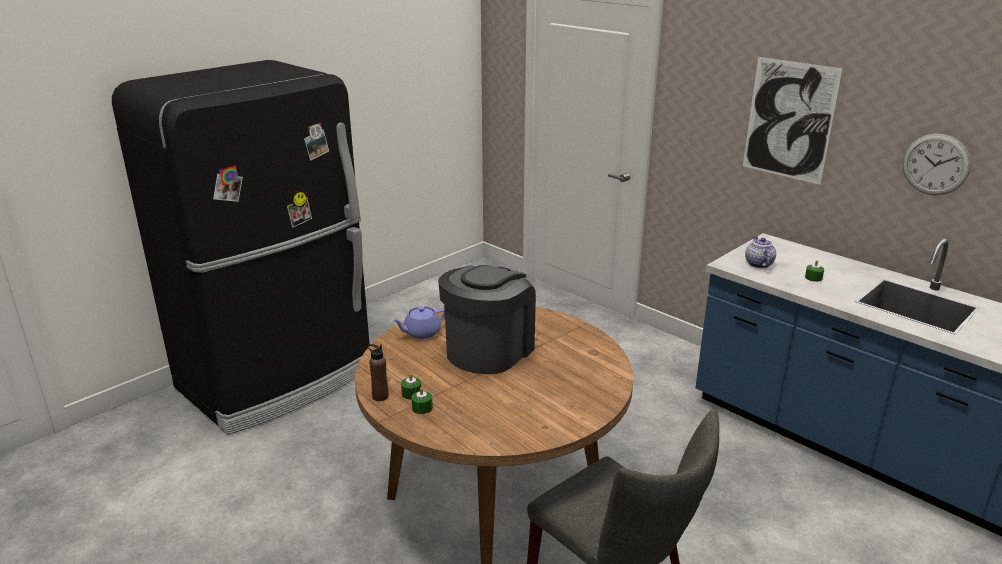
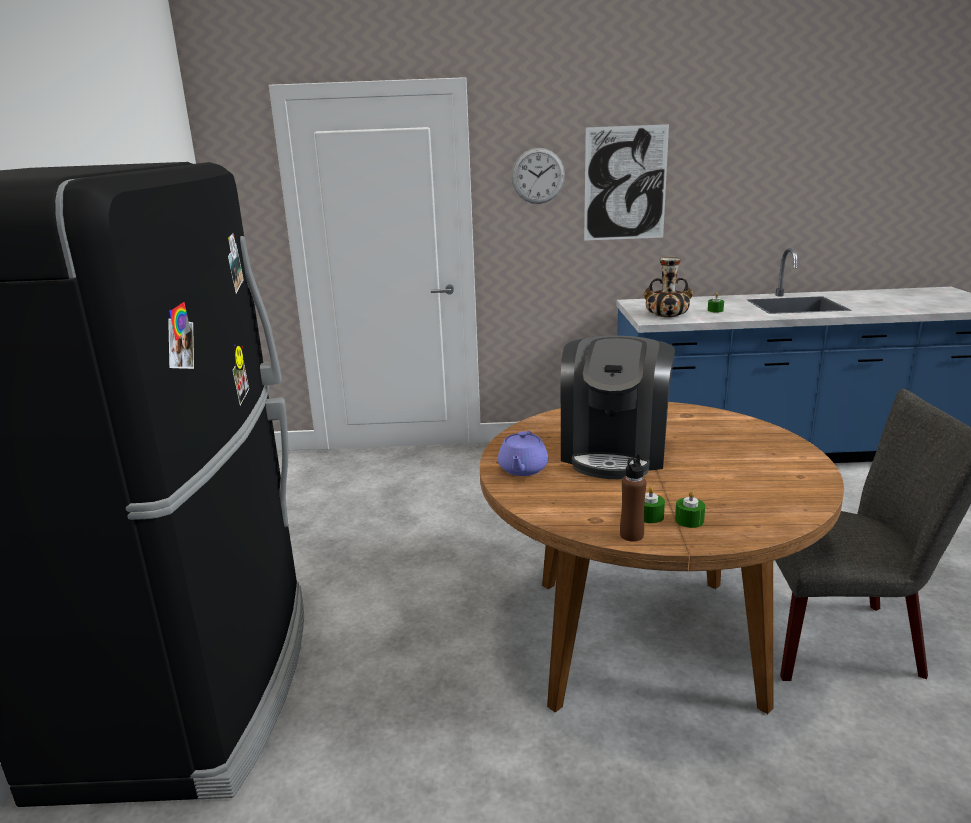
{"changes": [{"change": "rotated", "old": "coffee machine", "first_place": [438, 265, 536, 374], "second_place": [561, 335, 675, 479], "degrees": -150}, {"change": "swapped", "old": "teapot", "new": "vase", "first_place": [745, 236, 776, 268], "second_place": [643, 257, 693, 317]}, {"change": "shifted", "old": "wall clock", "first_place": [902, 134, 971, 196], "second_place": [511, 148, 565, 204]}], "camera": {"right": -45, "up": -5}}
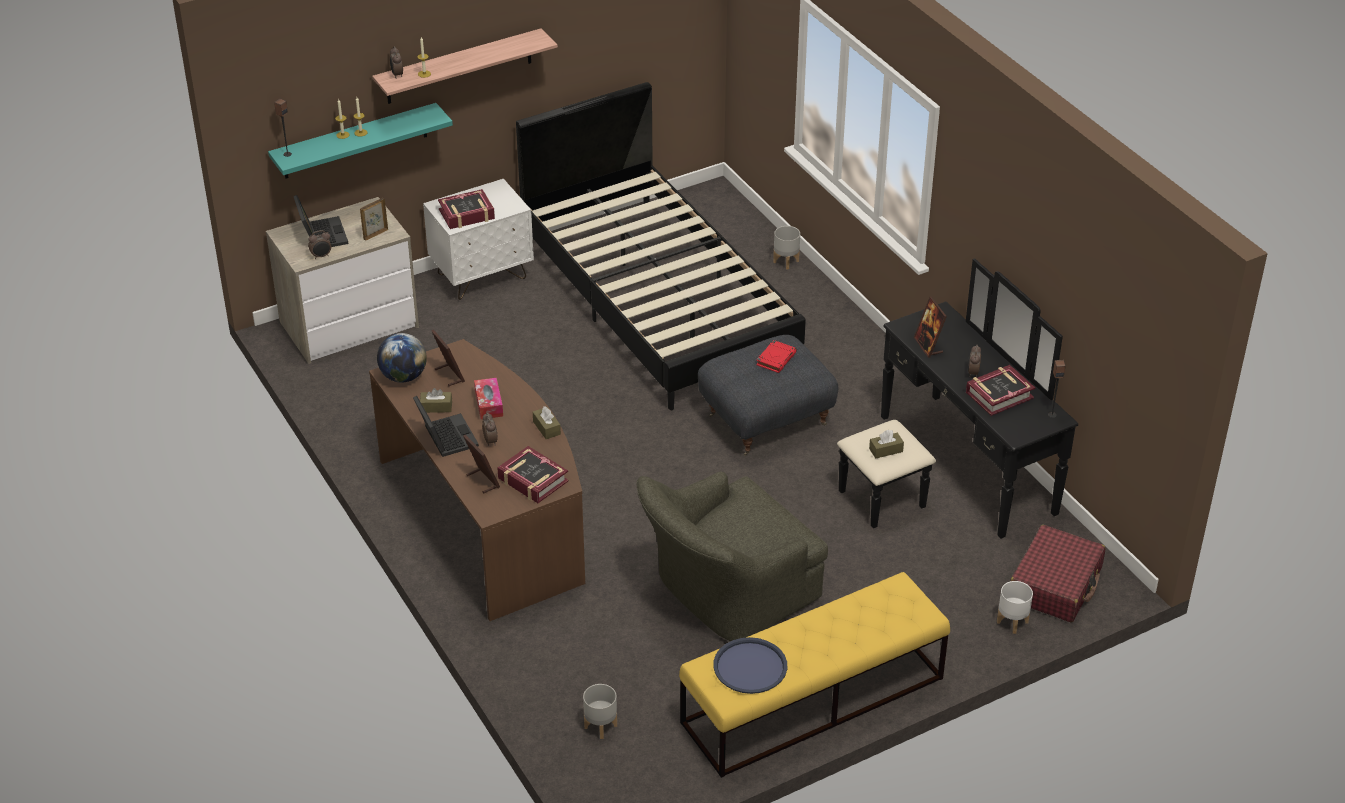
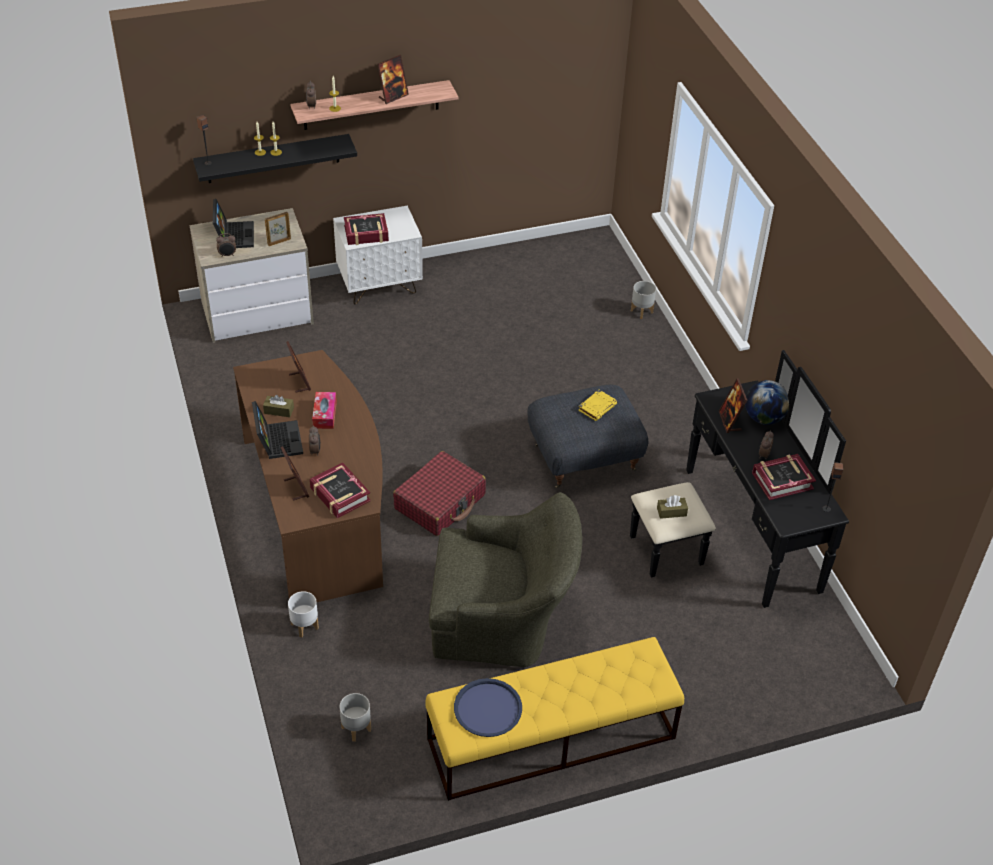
{"changes": [{"change": "repainted", "old": "shelf (turquoise)", "new": "shelf (black)", "first_place": [268, 103, 453, 178], "second_place": [193, 134, 357, 183]}, {"change": "shifted", "old": "globe", "first_place": [377, 333, 427, 383], "second_place": [745, 380, 789, 425]}, {"change": "gone", "old": "bed (black)", "first_place": [516, 82, 806, 410]}, {"change": "gone", "old": "tissue box (brown)", "first_place": [533, 406, 561, 439]}, {"change": "rotated", "old": "armchair (green)", "first_place": [637, 472, 828, 641], "second_place": [429, 492, 582, 667], "degrees": -150}, {"change": "repainted", "old": "book (red)", "new": "book (yellow)", "first_place": [756, 340, 797, 373], "second_place": [578, 390, 617, 421]}, {"change": "shifted", "old": "planter (white)", "first_place": [997, 581, 1033, 634], "second_place": [288, 591, 319, 637]}, {"change": "shifted", "old": "suitcase (red)", "first_place": [1010, 525, 1105, 622], "second_place": [393, 451, 486, 536]}, {"change": "new", "new": "picture frame", "second_place": [377, 55, 409, 104]}], "camera": {"right": 10, "up": 5}}
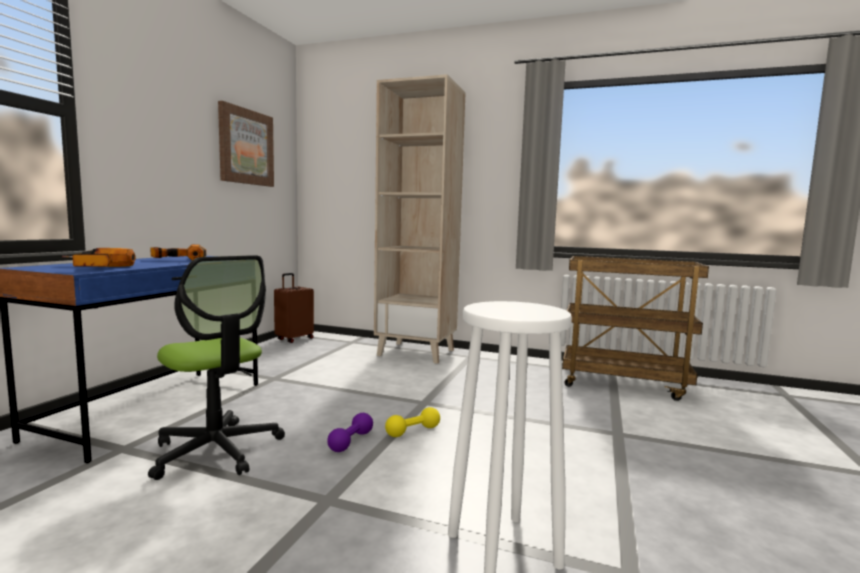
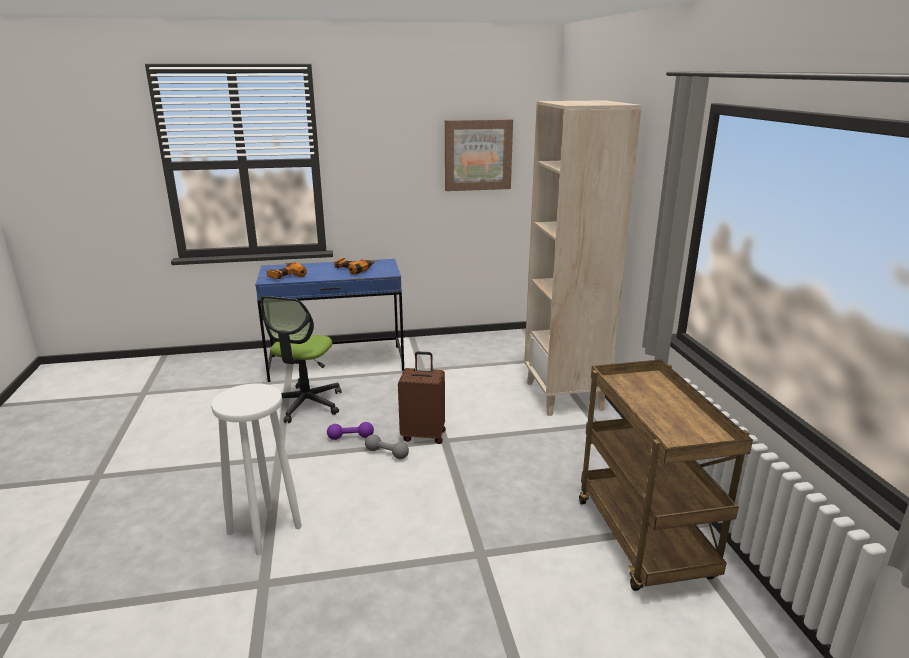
{"changes": [{"change": "shifted", "old": "suitcase (brown)", "first_place": [274, 273, 314, 343], "second_place": [398, 351, 446, 444]}, {"change": "repainted", "old": "dumbbell (yellow)", "new": "dumbbell (grey)", "first_place": [385, 407, 440, 437], "second_place": [365, 434, 409, 459]}], "camera": {"right": 60, "up": 15}}
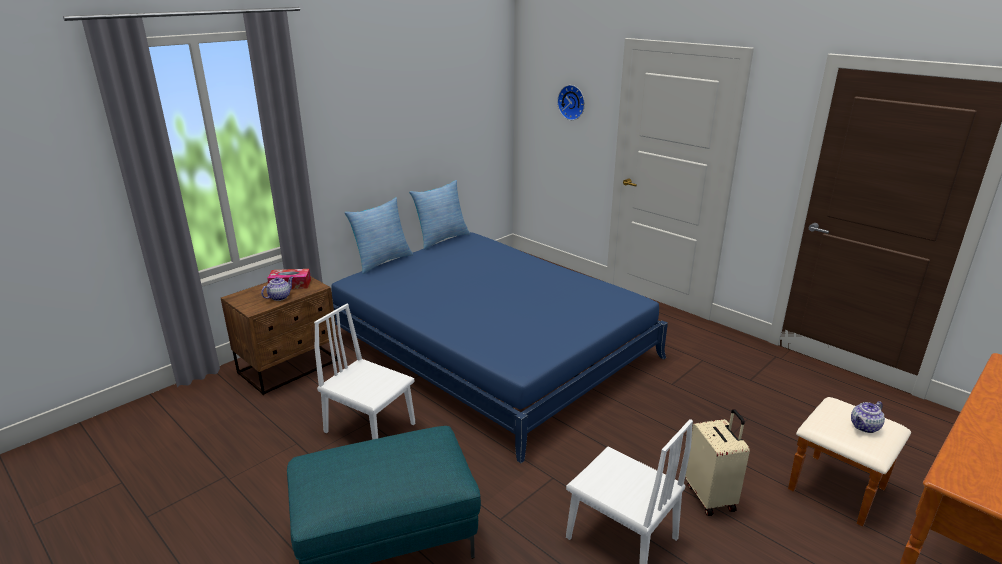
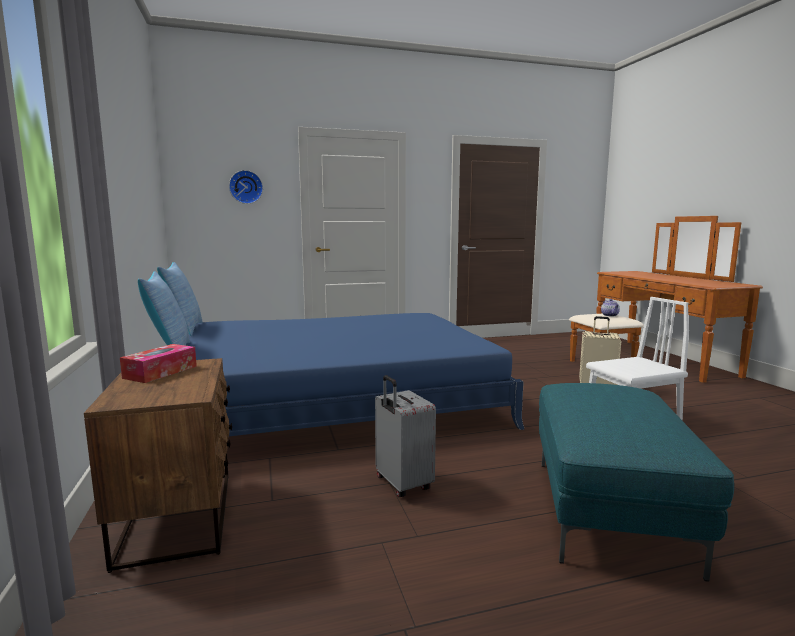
{"changes": [{"change": "gone", "old": "teapot", "first_place": [261, 277, 293, 301]}, {"change": "swapped", "old": "chair (white)", "new": "suitcase (grey)", "first_place": [314, 304, 415, 440], "second_place": [375, 375, 436, 497]}], "camera": {"right": -60, "up": -15}}
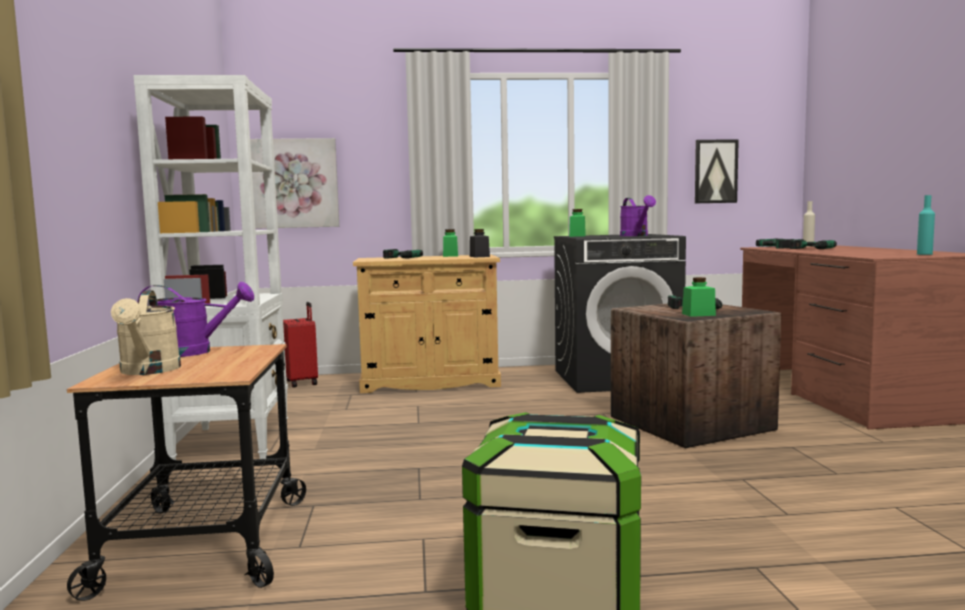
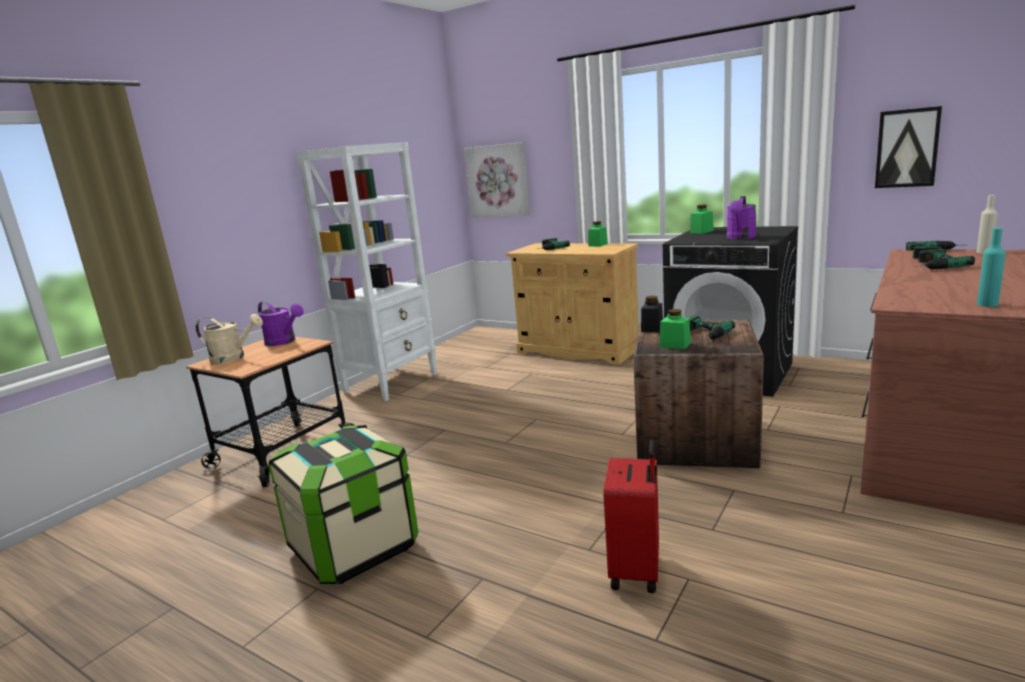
{"changes": [{"change": "rotated", "old": "watering can (beige)", "first_place": [111, 290, 181, 375], "second_place": [195, 314, 263, 363], "degrees": -105}, {"change": "shifted", "old": "suitcase (red)", "first_place": [283, 302, 318, 388], "second_place": [603, 439, 659, 593]}, {"change": "shifted", "old": "jar (black)", "first_place": [470, 229, 490, 257], "second_place": [641, 296, 663, 332]}], "camera": {"right": 40, "up": 10}}
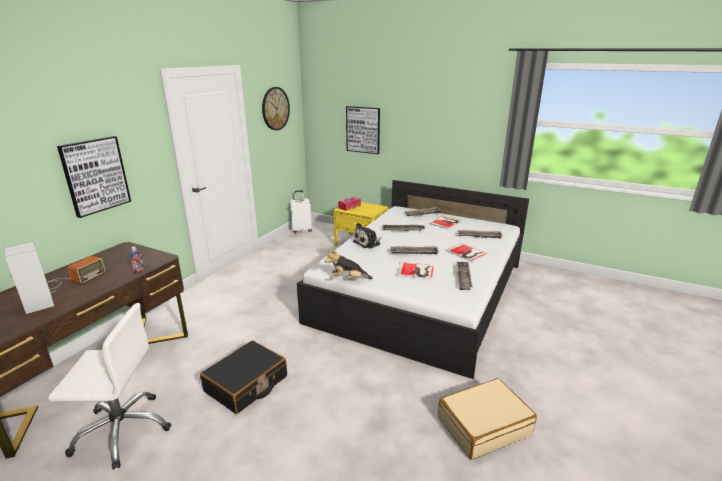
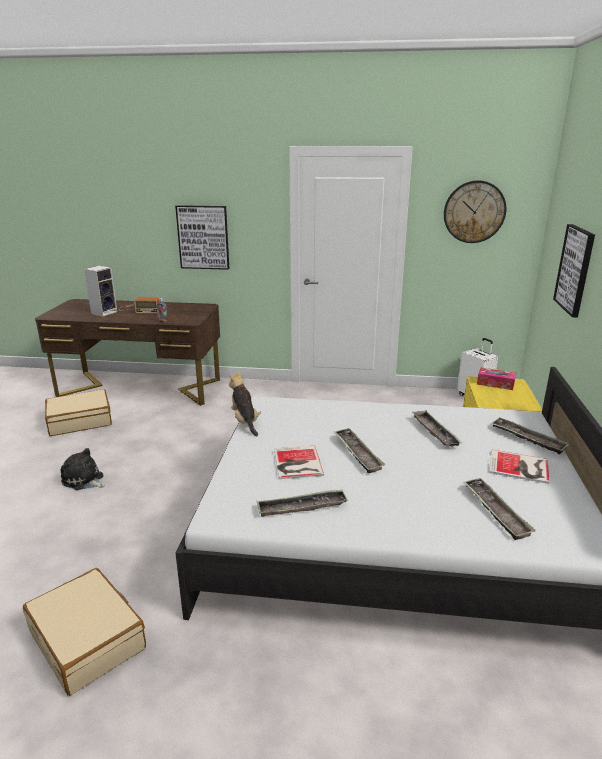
{"changes": [{"change": "swapped", "old": "office chair (white)", "new": "suitcase (beige)", "first_place": [48, 303, 171, 470], "second_place": [45, 389, 112, 436]}, {"change": "gone", "old": "suitcase (black)", "first_place": [200, 340, 287, 414]}, {"change": "shifted", "old": "plush toy", "first_place": [353, 223, 381, 248], "second_place": [61, 448, 105, 490]}, {"change": "gone", "old": "book", "first_place": [446, 243, 488, 262]}], "camera": {"right": 70, "up": 0}}
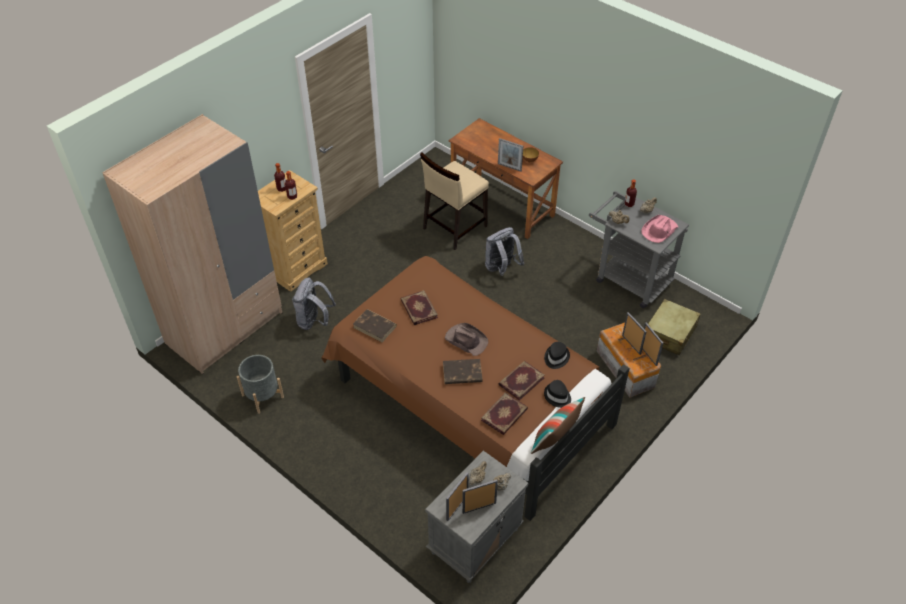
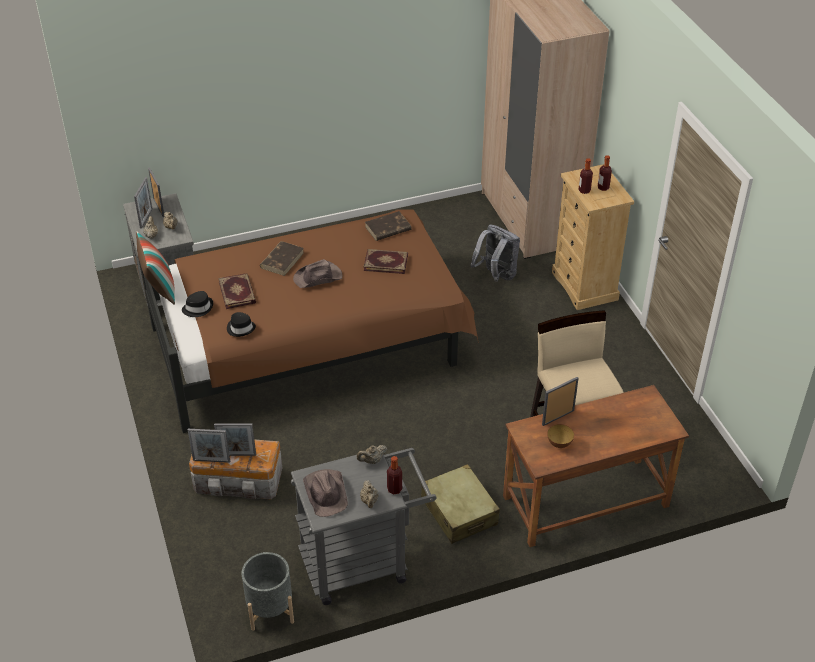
{"changes": [{"change": "shifted", "old": "planter (grey)", "first_place": [237, 355, 284, 414], "second_place": [241, 552, 294, 631]}, {"change": "gone", "old": "book", "first_place": [481, 392, 528, 435]}, {"change": "gone", "old": "backpack (grey)", "first_place": [485, 227, 525, 276]}, {"change": "repainted", "old": "hat (pink)", "new": "hat (brown)", "first_place": [642, 215, 678, 243], "second_place": [303, 469, 348, 517]}, {"change": "shifted", "old": "suitcase (beige)", "first_place": [648, 299, 701, 355], "second_place": [421, 464, 500, 544]}], "camera": {"right": 120, "up": -5}}
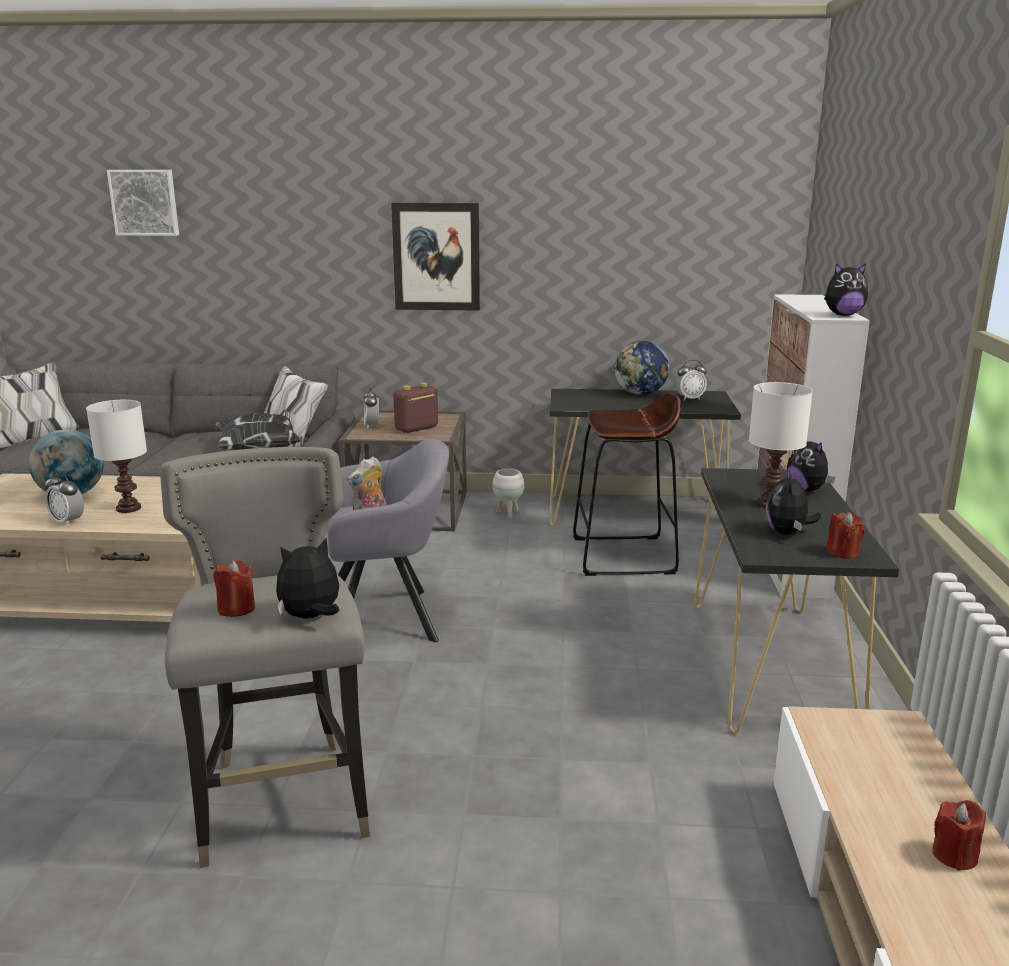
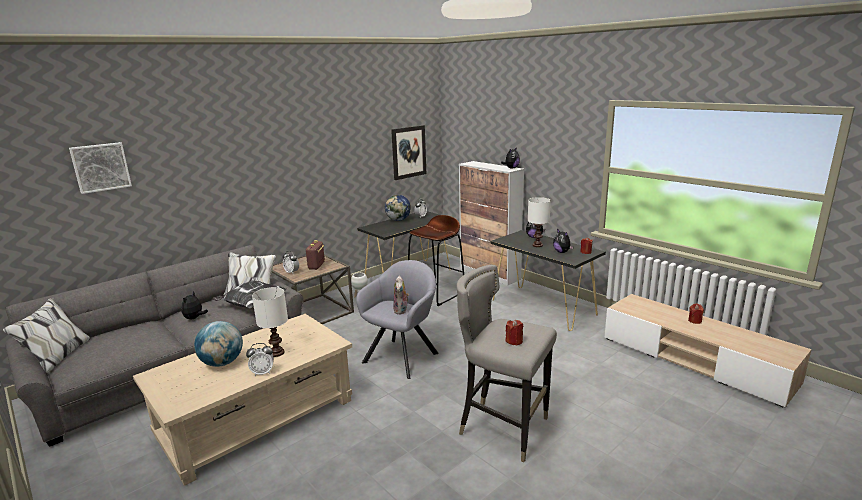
{"changes": [{"change": "shifted", "old": "plush toy", "first_place": [276, 537, 339, 619], "second_place": [181, 291, 208, 319]}, {"change": "shifted", "old": "picture", "first_place": [391, 203, 480, 311], "second_place": [391, 125, 426, 180]}], "camera": {"right": -45, "up": 0}}
